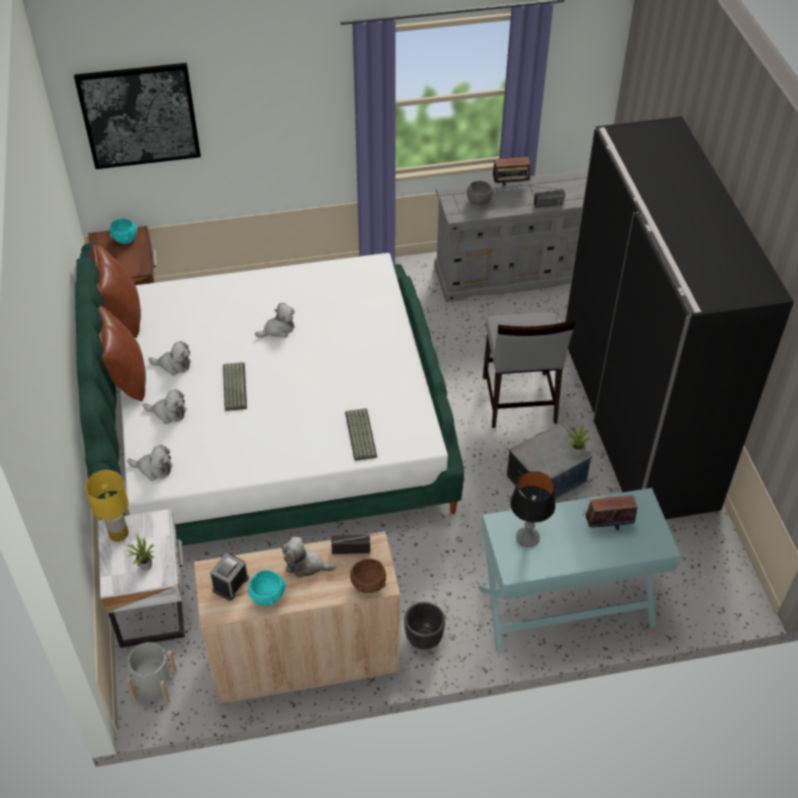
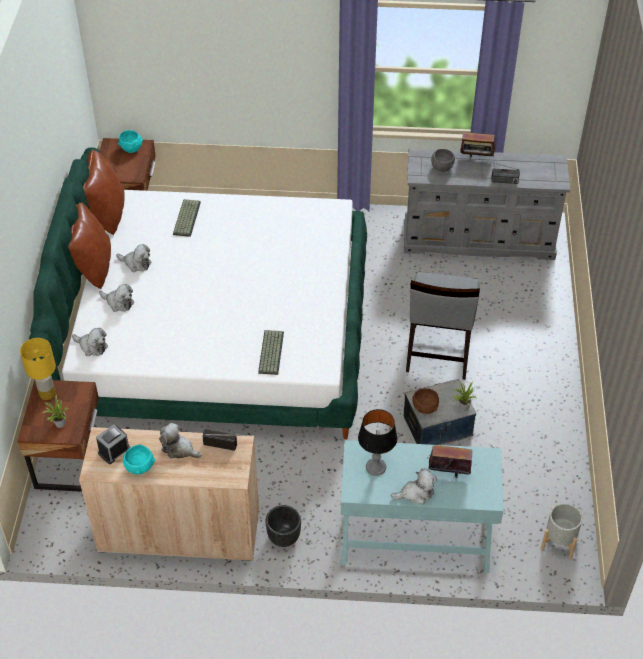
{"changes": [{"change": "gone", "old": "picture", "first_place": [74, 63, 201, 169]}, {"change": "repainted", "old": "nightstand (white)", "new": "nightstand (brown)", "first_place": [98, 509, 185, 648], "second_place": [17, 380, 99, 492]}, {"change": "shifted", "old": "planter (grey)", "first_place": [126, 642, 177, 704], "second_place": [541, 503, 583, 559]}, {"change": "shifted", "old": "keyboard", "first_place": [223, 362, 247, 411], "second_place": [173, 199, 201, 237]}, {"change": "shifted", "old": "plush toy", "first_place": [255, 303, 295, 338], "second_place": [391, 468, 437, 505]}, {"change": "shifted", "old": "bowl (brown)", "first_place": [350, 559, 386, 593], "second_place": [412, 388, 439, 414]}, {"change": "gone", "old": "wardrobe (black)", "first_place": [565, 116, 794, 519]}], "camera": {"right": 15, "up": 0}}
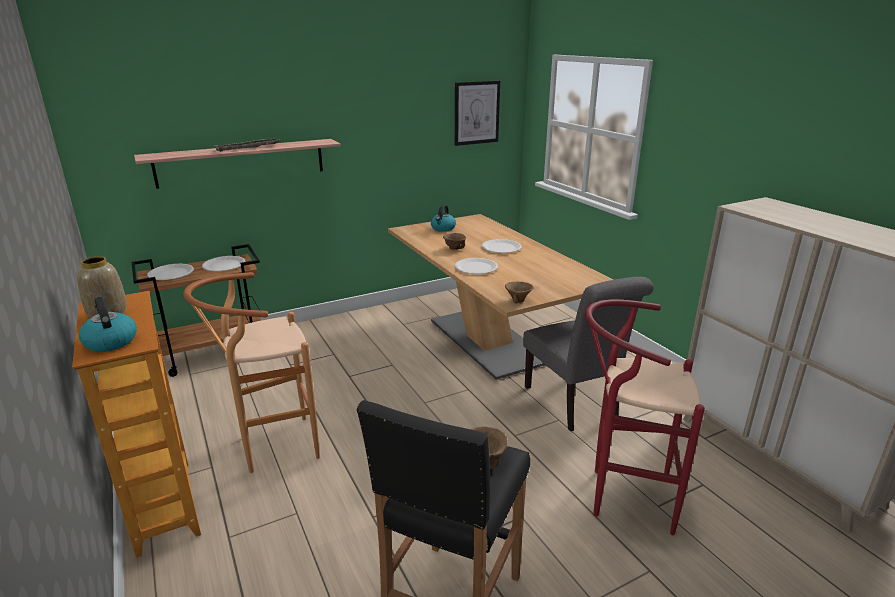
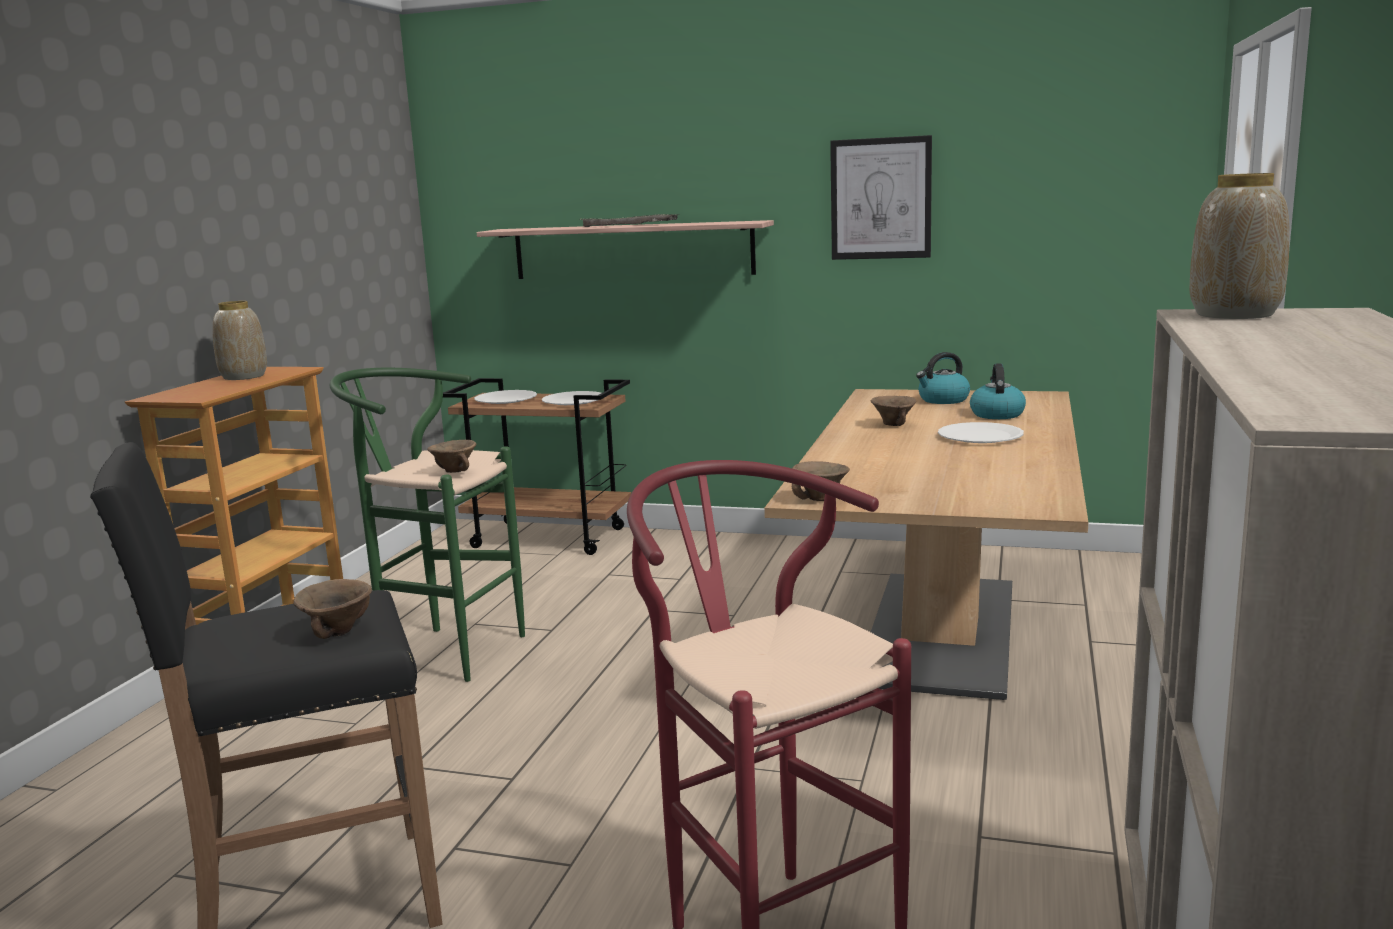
{"changes": [{"change": "shifted", "old": "kettle", "first_place": [79, 297, 137, 352], "second_place": [970, 363, 1026, 419]}, {"change": "repainted", "old": "stool (brown)", "new": "stool (green)", "first_place": [183, 272, 320, 473], "second_place": [330, 368, 525, 682]}, {"change": "shifted", "old": "picture", "first_place": [455, 81, 500, 146], "second_place": [830, 135, 932, 260]}, {"change": "gone", "old": "plate (white)", "first_place": [455, 258, 498, 274]}, {"change": "gone", "old": "chair (grey)", "first_place": [523, 277, 654, 431]}, {"change": "new", "new": "bowl (brown)", "second_place": [427, 440, 477, 473]}, {"change": "new", "new": "vase", "second_place": [1190, 173, 1290, 319]}], "camera": {"right": 45, "up": -10}}
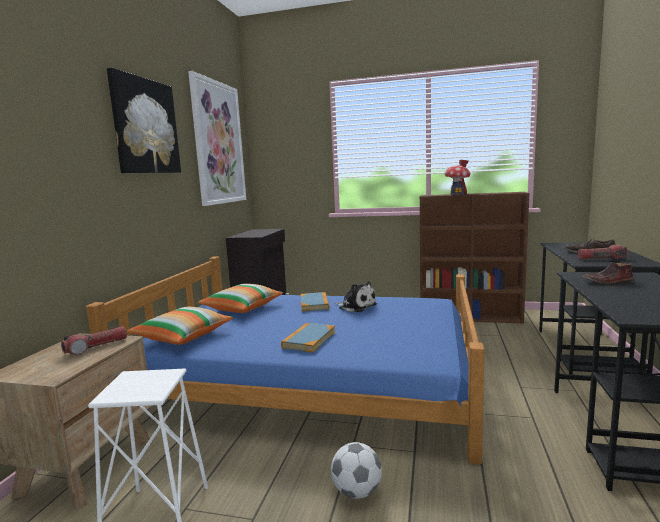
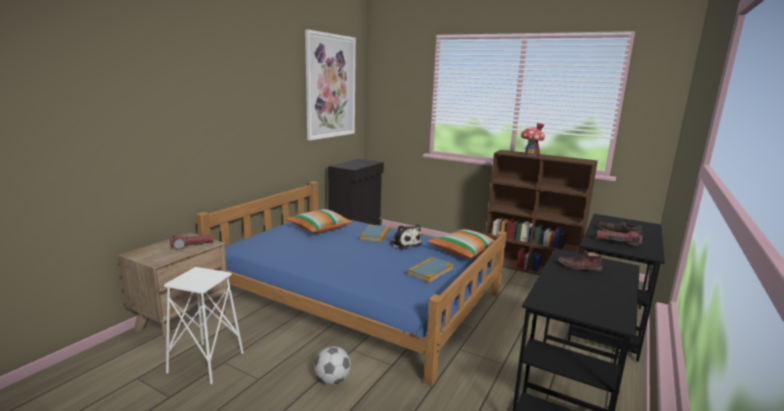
{"changes": [{"change": "gone", "old": "picture", "first_place": [107, 68, 181, 173]}, {"change": "shifted", "old": "pillow", "first_place": [127, 307, 233, 345], "second_place": [428, 229, 502, 259]}, {"change": "shifted", "old": "book", "first_place": [281, 323, 335, 353], "second_place": [407, 257, 454, 283]}], "camera": {"right": 15, "up": 5}}
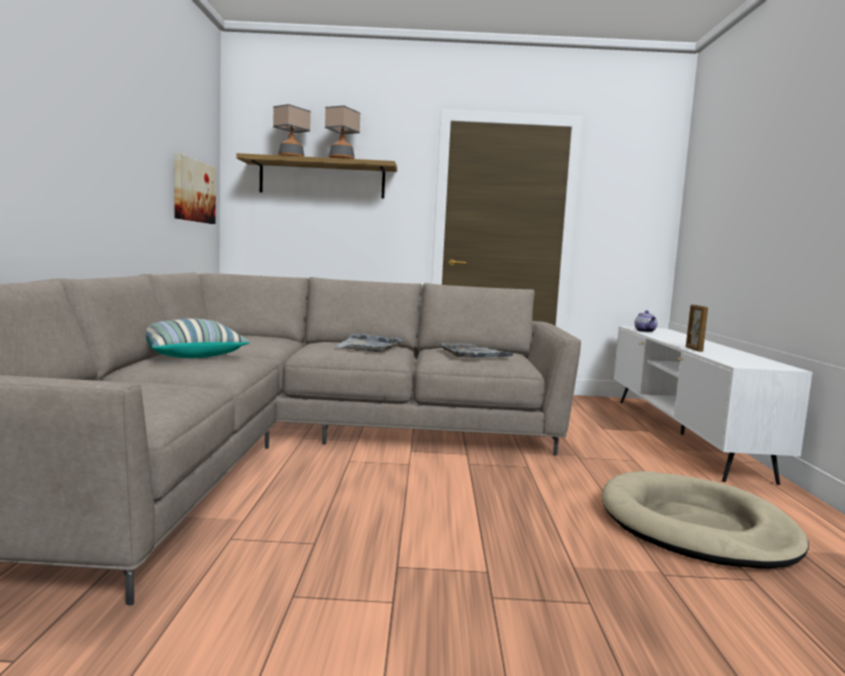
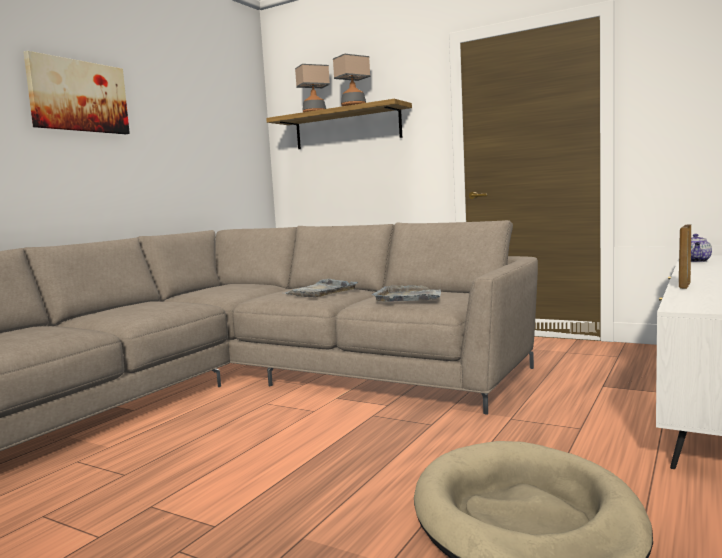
{"changes": [{"change": "gone", "old": "pillow", "first_place": [146, 319, 250, 358]}, {"change": "shifted", "old": "picture", "first_place": [174, 153, 216, 224], "second_place": [24, 51, 130, 134]}], "camera": {"right": 30, "up": 0}}
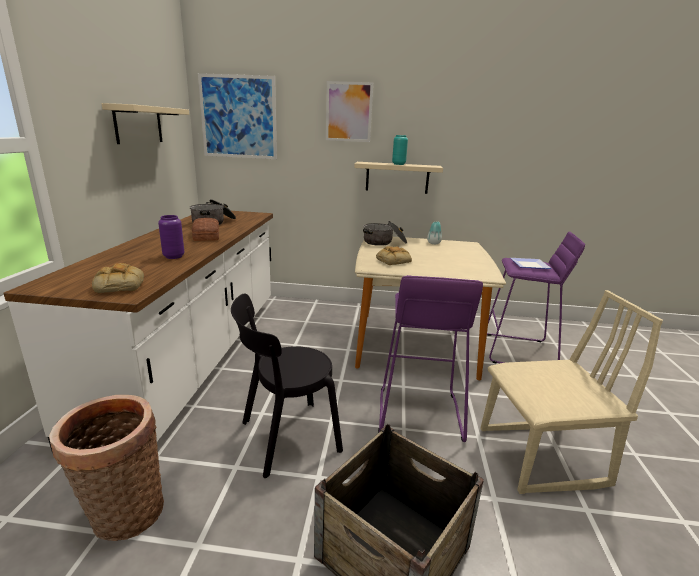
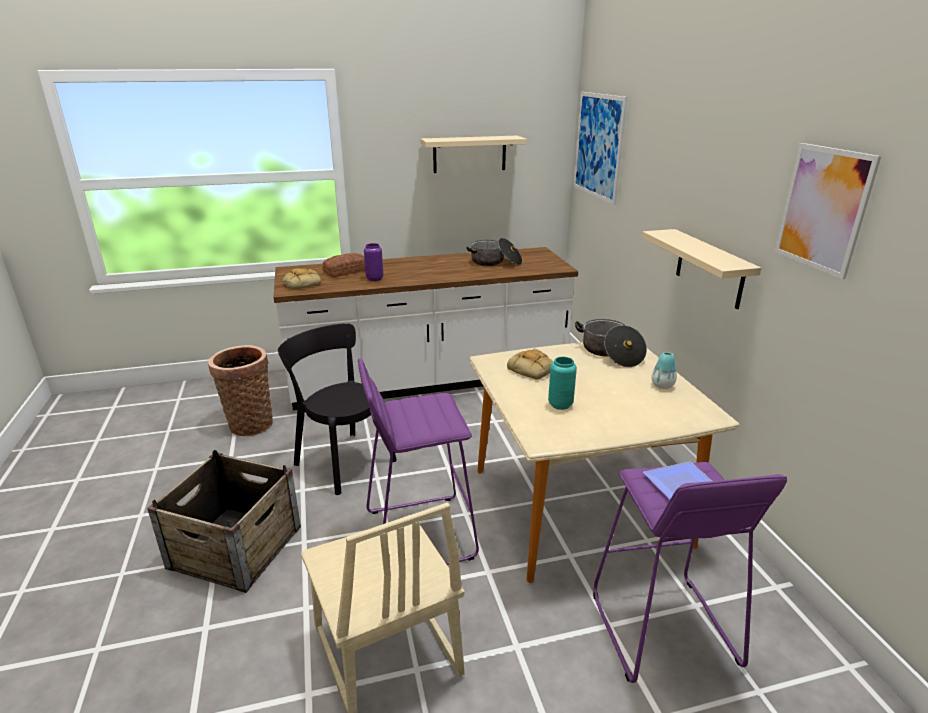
{"changes": [{"change": "shifted", "old": "bread", "first_place": [192, 218, 219, 241], "second_place": [322, 253, 365, 277]}, {"change": "shifted", "old": "picture", "first_place": [326, 81, 373, 142], "second_place": [774, 143, 881, 279]}, {"change": "shifted", "old": "vase (turquoise)", "first_place": [392, 135, 408, 165], "second_place": [548, 357, 577, 410]}], "camera": {"right": 70, "up": 5}}
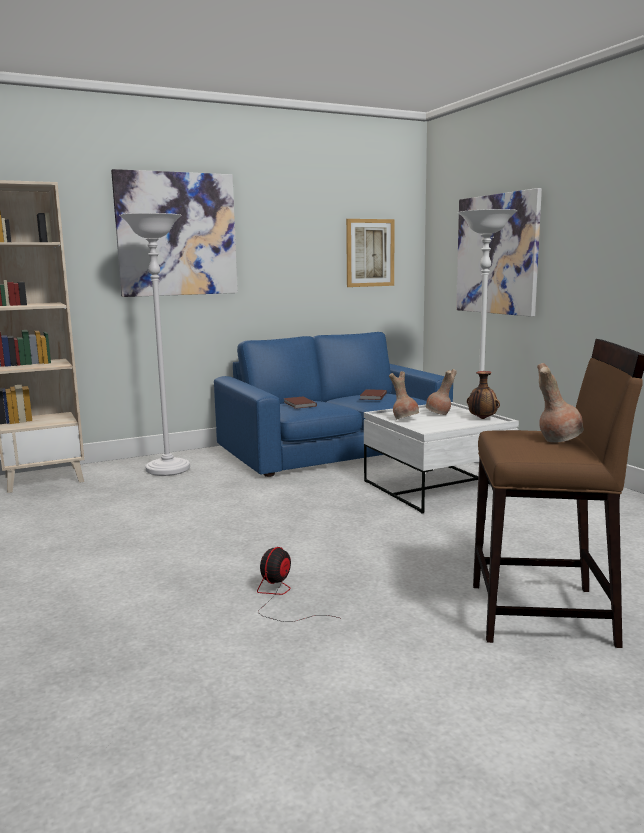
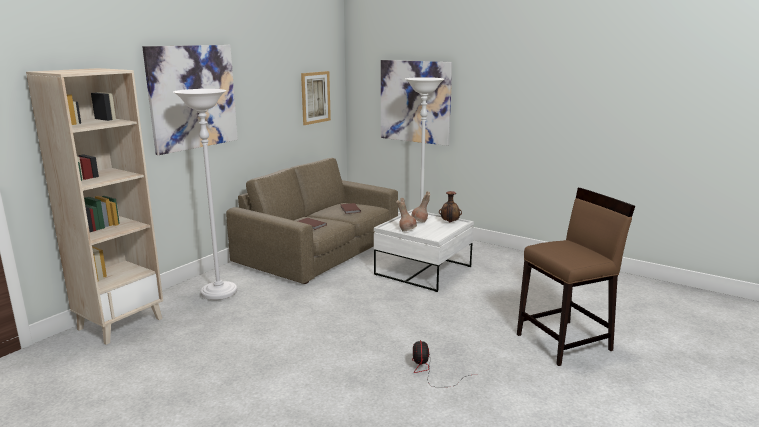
{"changes": [{"change": "repainted", "old": "sofa (blue)", "new": "sofa (brown)", "first_place": [214, 332, 453, 477], "second_place": [226, 158, 398, 284]}, {"change": "gone", "old": "vase (brown)", "first_place": [537, 363, 584, 443]}], "camera": {"right": -30, "up": 5}}
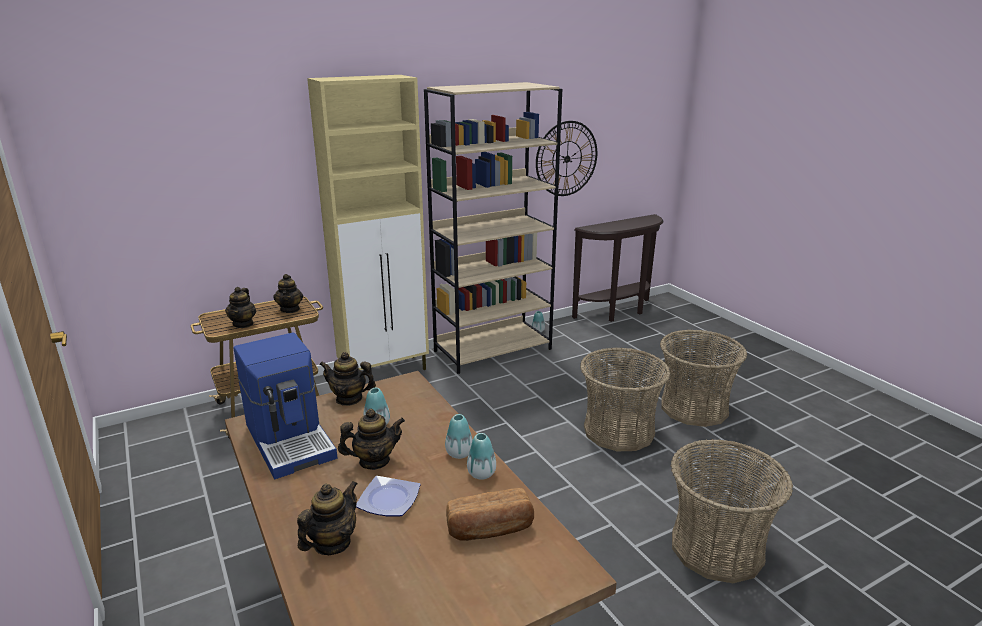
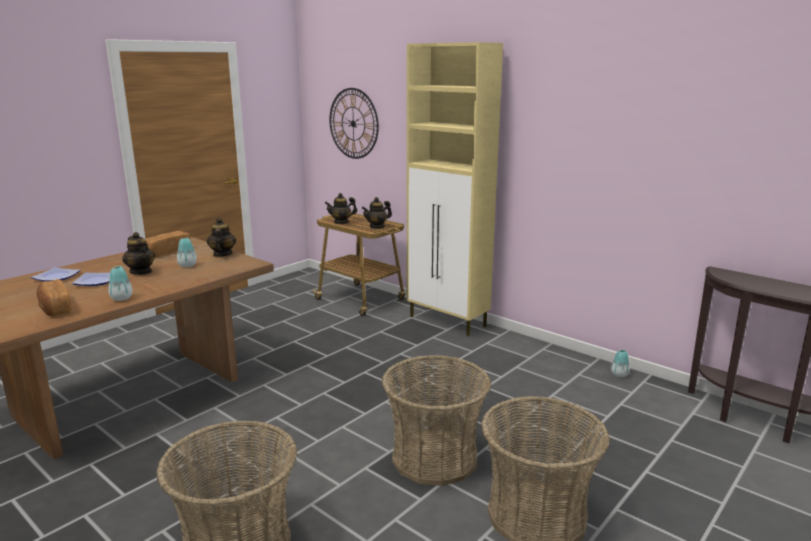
{"changes": [{"change": "swapped", "old": "coffee machine", "new": "bread", "first_place": [233, 332, 338, 479], "second_place": [145, 231, 191, 257]}, {"change": "swapped", "old": "teapot", "new": "plate", "first_place": [297, 481, 358, 555], "second_place": [31, 267, 80, 281]}, {"change": "gone", "old": "bookcase (beige)", "first_place": [424, 82, 562, 374]}, {"change": "gone", "old": "vase", "first_place": [445, 414, 473, 459]}, {"change": "shifted", "old": "wall clock", "first_place": [536, 121, 597, 196], "second_place": [330, 88, 379, 159]}], "camera": {"right": 70, "up": -5}}
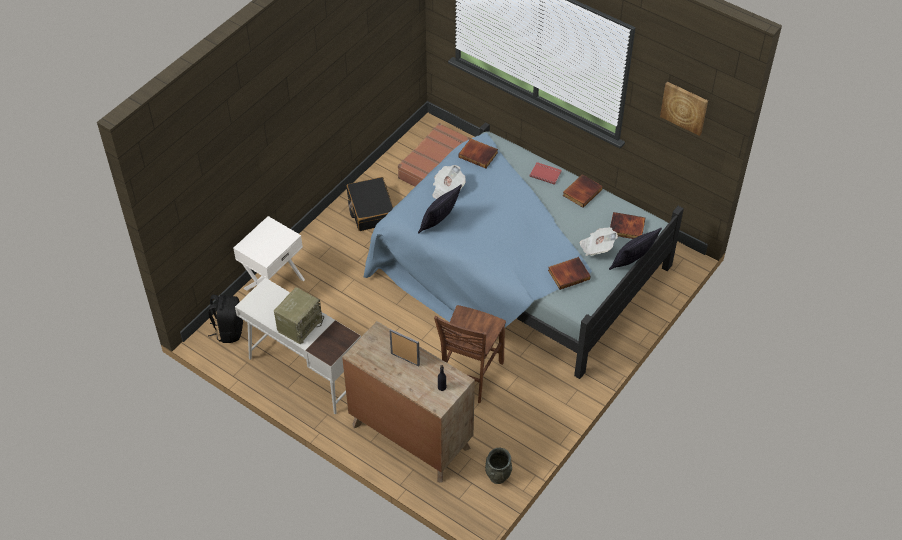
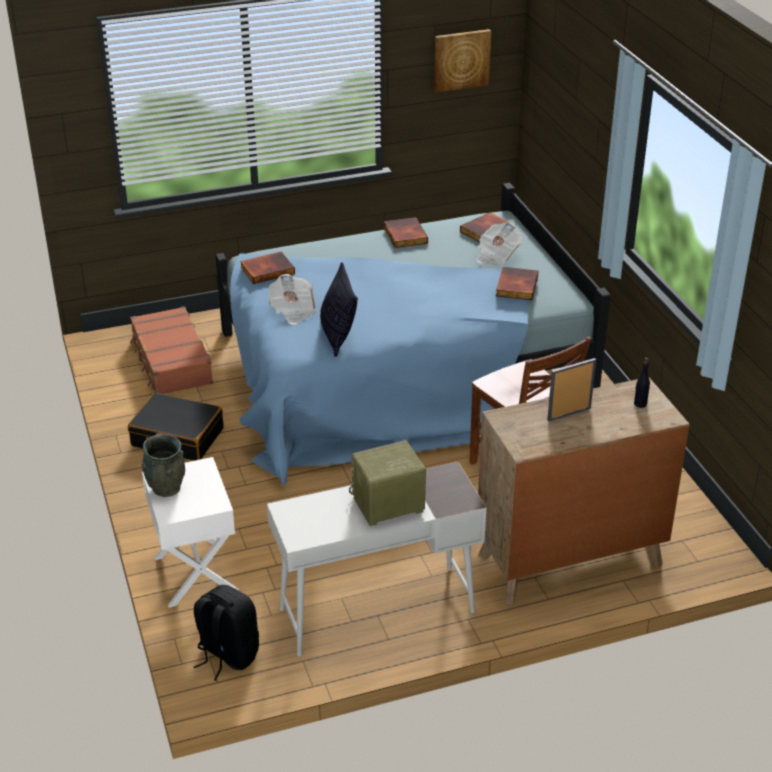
{"changes": [{"change": "rotated", "old": "radio", "first_place": [274, 287, 324, 345], "second_place": [349, 440, 426, 526], "degrees": -90}, {"change": "shifted", "old": "vase (grey)", "first_place": [485, 448, 512, 484], "second_place": [142, 434, 185, 497]}, {"change": "gone", "old": "book (red)", "first_place": [530, 162, 562, 185]}, {"change": "gone", "old": "pillow", "first_place": [609, 228, 662, 270]}], "camera": {"right": -55, "up": -15}}
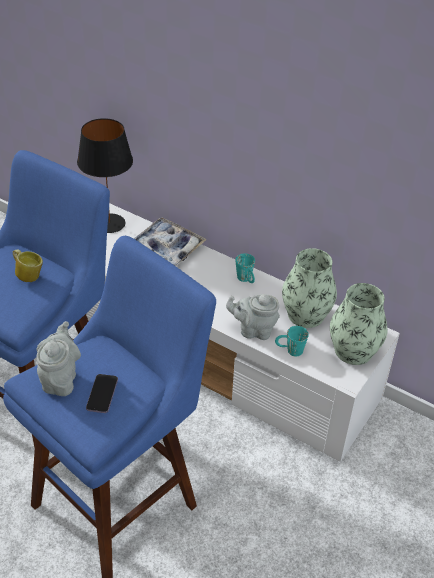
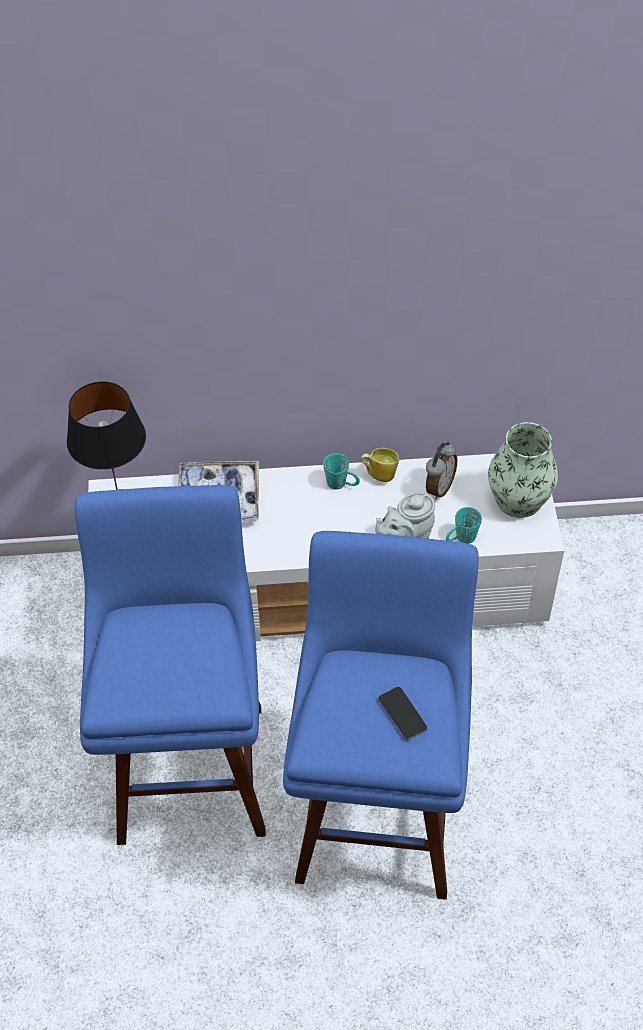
{"changes": [{"change": "shifted", "old": "mug", "first_place": [13, 249, 43, 282], "second_place": [361, 448, 399, 482]}, {"change": "gone", "old": "teapot (grey)", "first_place": [36, 321, 81, 396]}, {"change": "swapped", "old": "vase", "new": "alarm clock", "first_place": [282, 248, 337, 328], "second_place": [426, 442, 458, 500]}], "camera": {"right": -35, "up": 10}}
